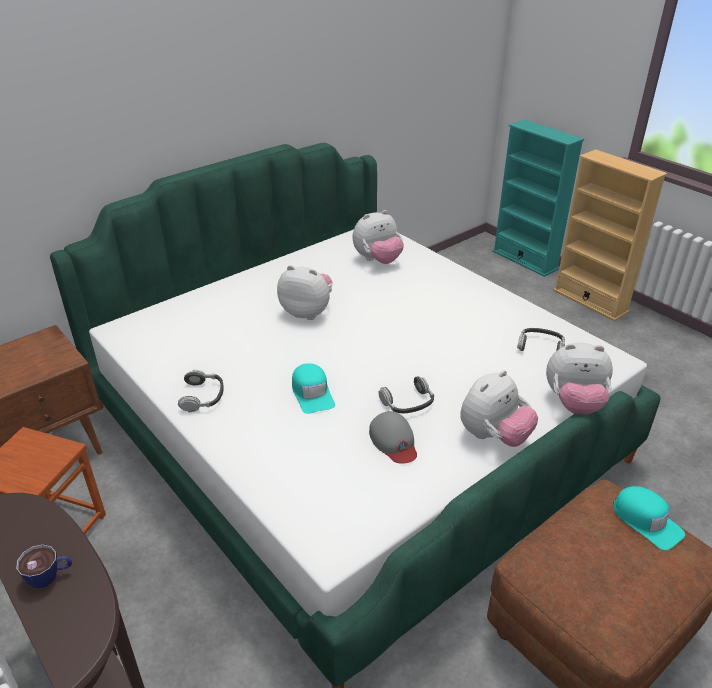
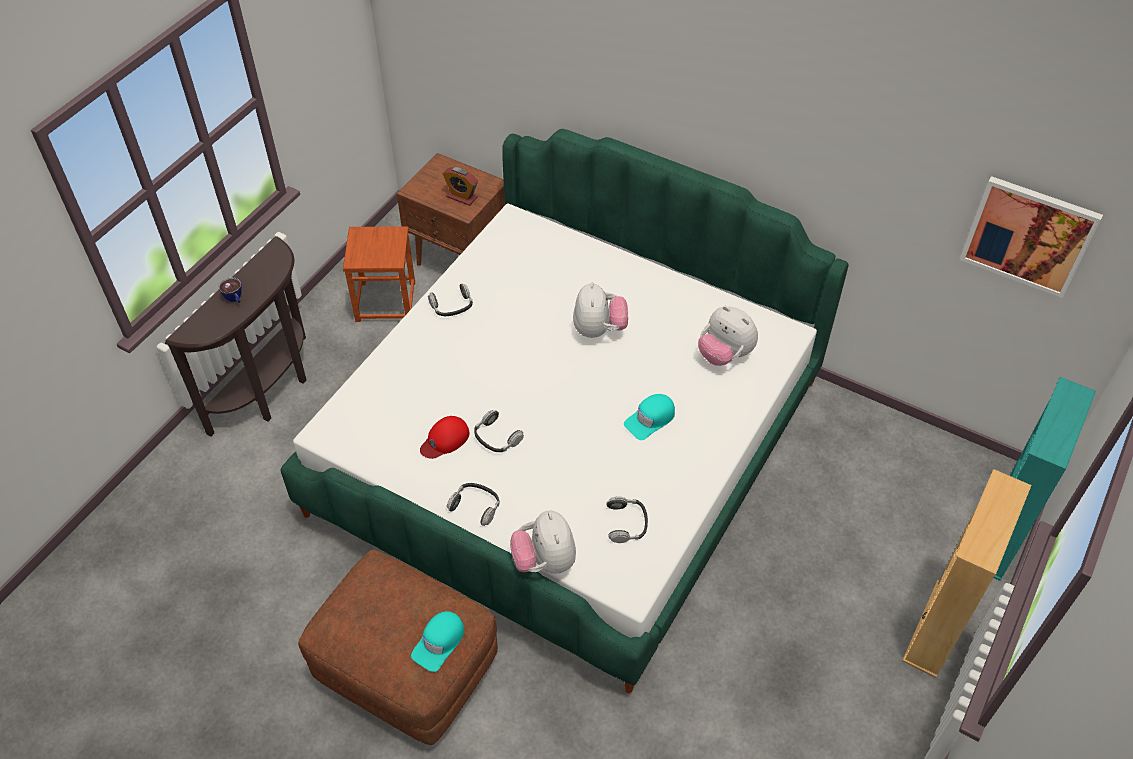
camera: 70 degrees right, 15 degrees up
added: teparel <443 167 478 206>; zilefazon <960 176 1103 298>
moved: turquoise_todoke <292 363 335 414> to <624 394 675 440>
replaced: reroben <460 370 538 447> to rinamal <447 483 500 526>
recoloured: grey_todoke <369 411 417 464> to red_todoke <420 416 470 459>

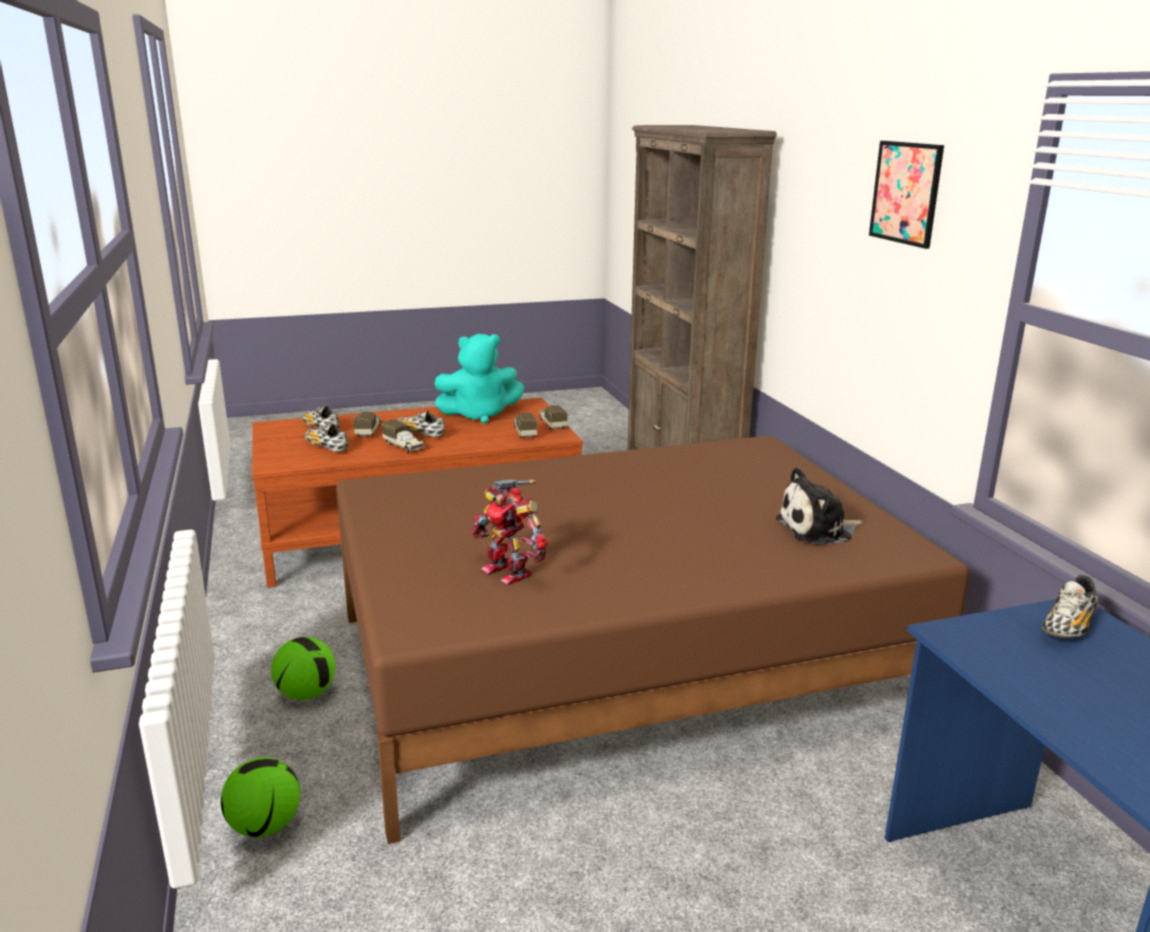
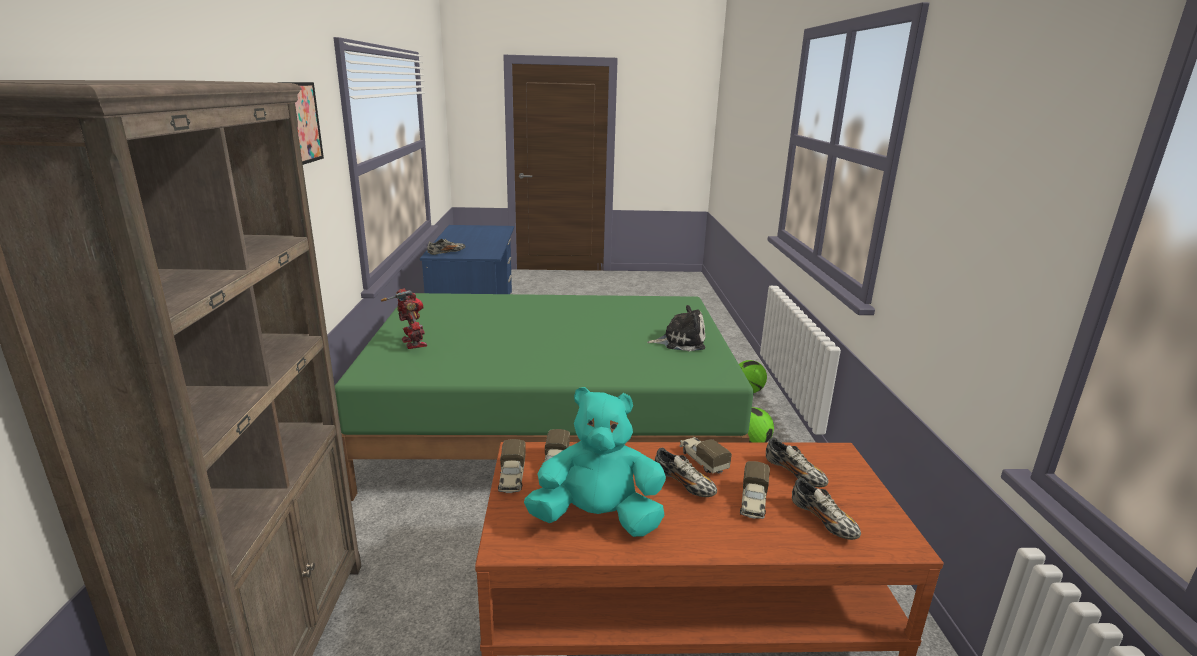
camera: 165 degrees left, 0 degrees up
moved: reroben <775 467 862 544> to <647 305 705 352>; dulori <471 479 548 585> to <381 288 427 349>
recoloured: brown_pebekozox <336 436 970 844> to green_pebekozox <335 293 754 501>

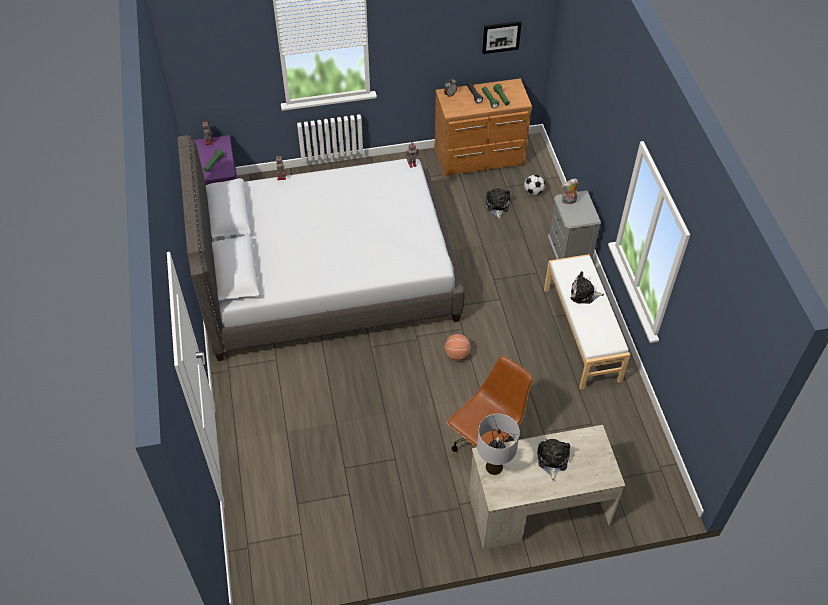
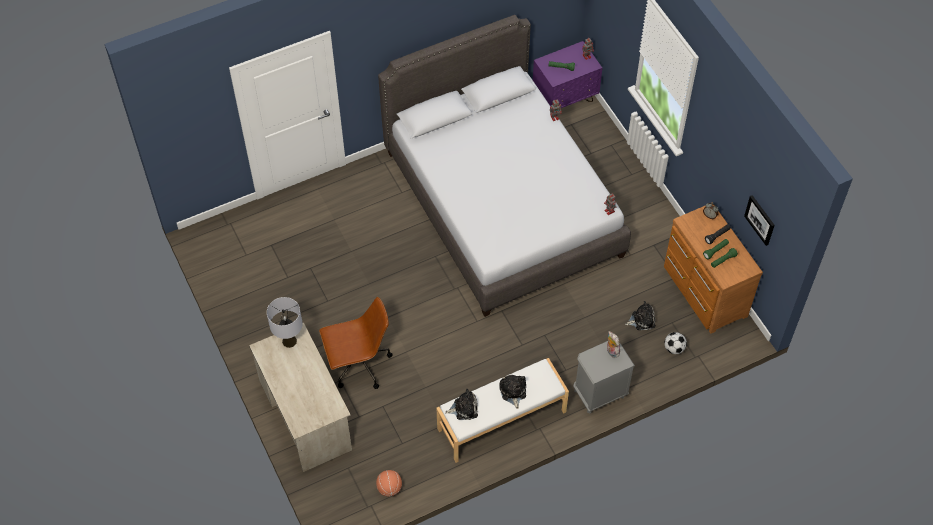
camera: 75 degrees right, 5 degrees up
moved: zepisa <445 334 471 361> to <376 470 402 497>; reroben <537 439 570 481> to <445 389 478 420>
turned: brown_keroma <447 356 533 452> = <319 297 392 389> 45 degrees counterclockwise

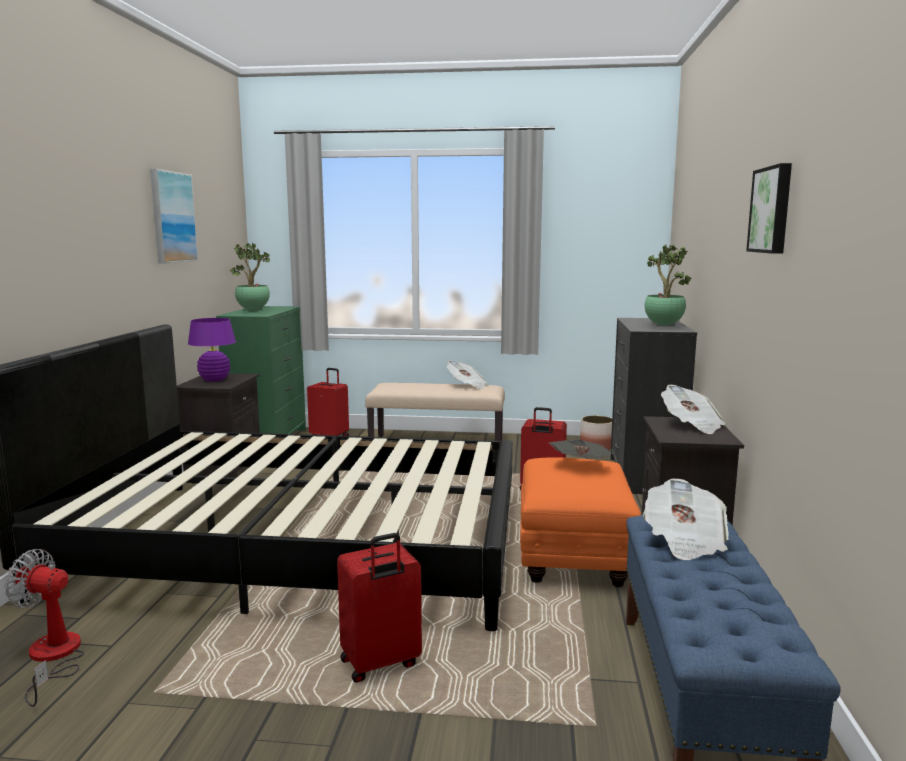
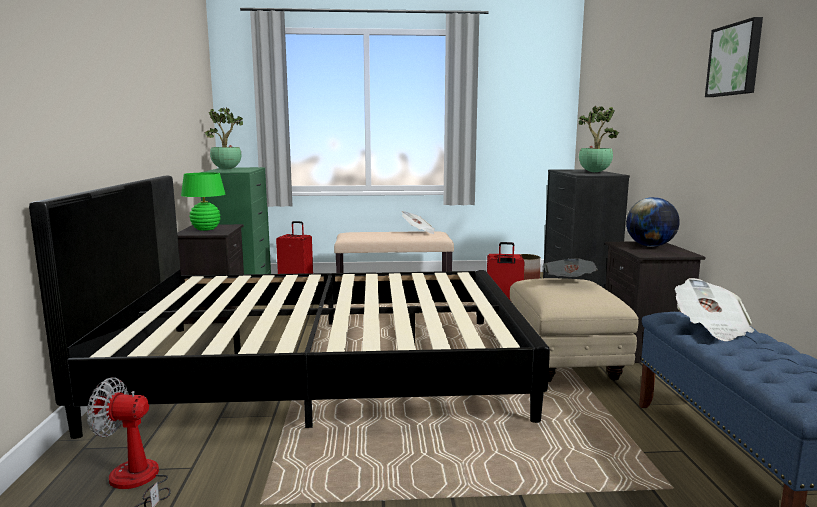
camera: 10 degrees left, 0 degrees up
removed: zilefazon <150 169 198 263>; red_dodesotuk <337 533 422 683>
replaced: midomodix <661 385 726 434> to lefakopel <626 197 680 247>
recoloured: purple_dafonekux <188 318 236 382> to green_dafonekux <181 172 225 231>; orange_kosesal <520 457 641 587> to beige_kosesal <510 278 638 382>

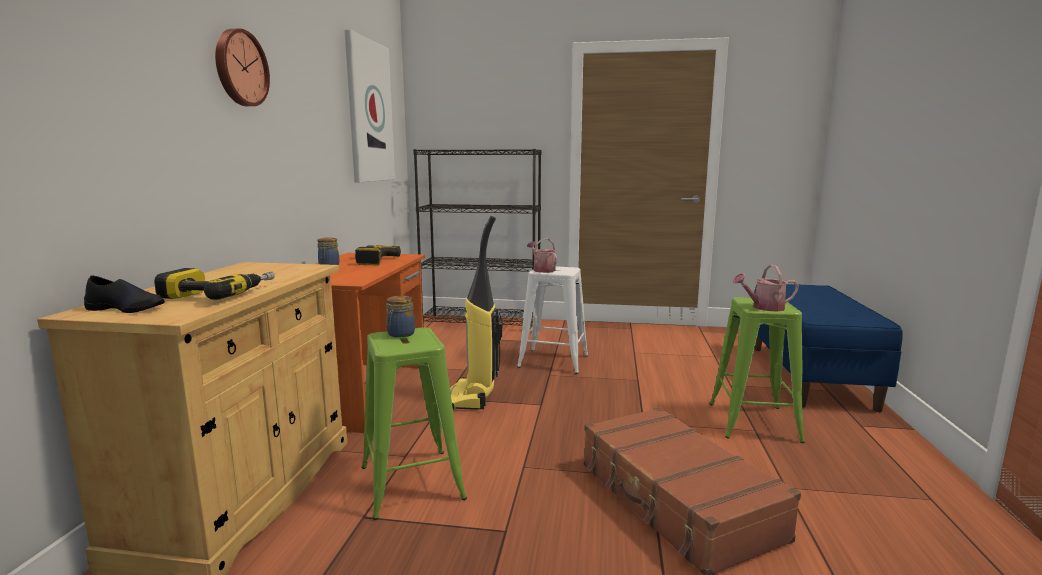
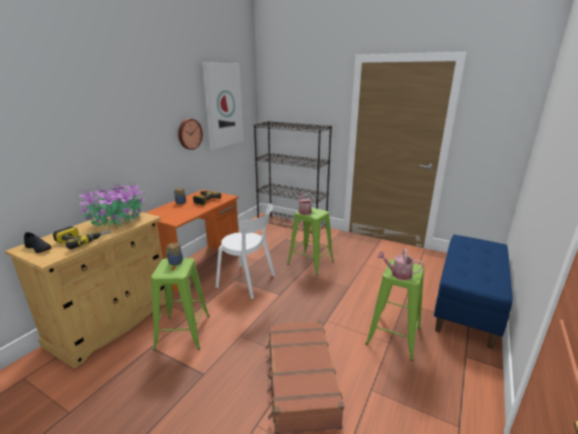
camera: 20 degrees right, 10 degrees up
added: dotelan <79 182 146 228>
moved: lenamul <215 28 270 106> to <178 119 203 150>
replaced: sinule <450 216 503 410> to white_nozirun <216 203 275 299>
recoloured: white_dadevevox <517 266 588 374> to green_dadevevox <287 207 334 276>

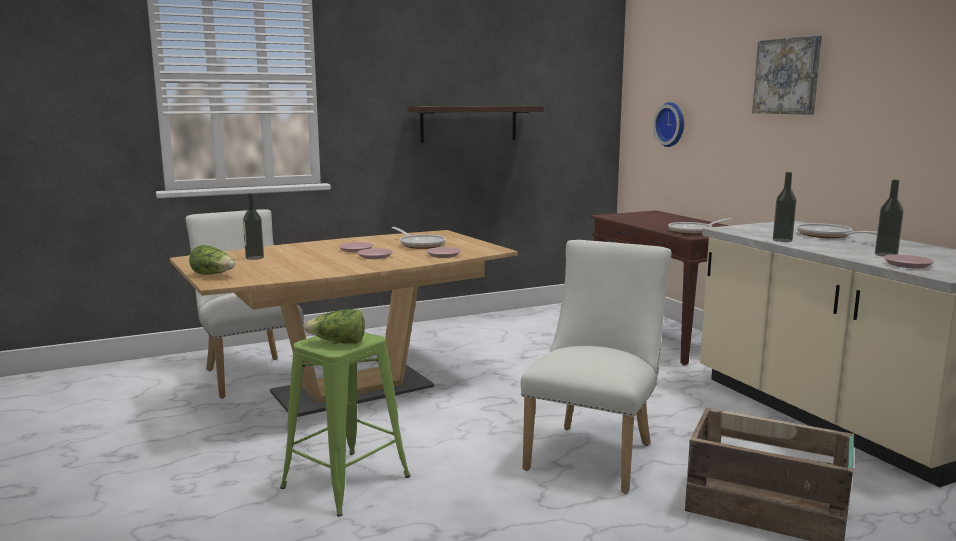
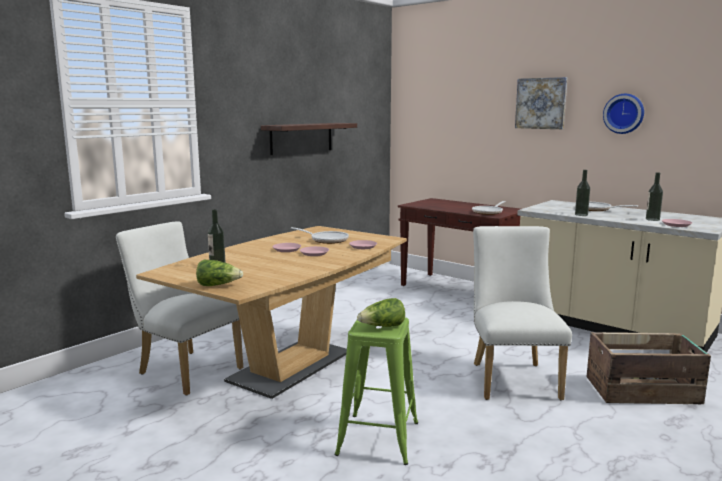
camera: 25 degrees left, 0 degrees up
moved: lenamul <653 102 684 147> to <603 94 644 134>

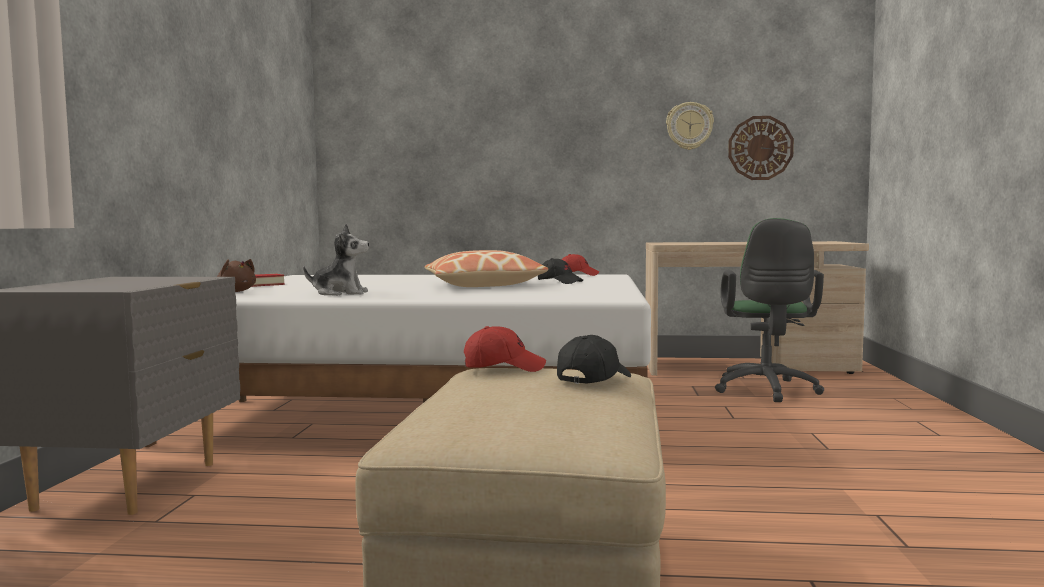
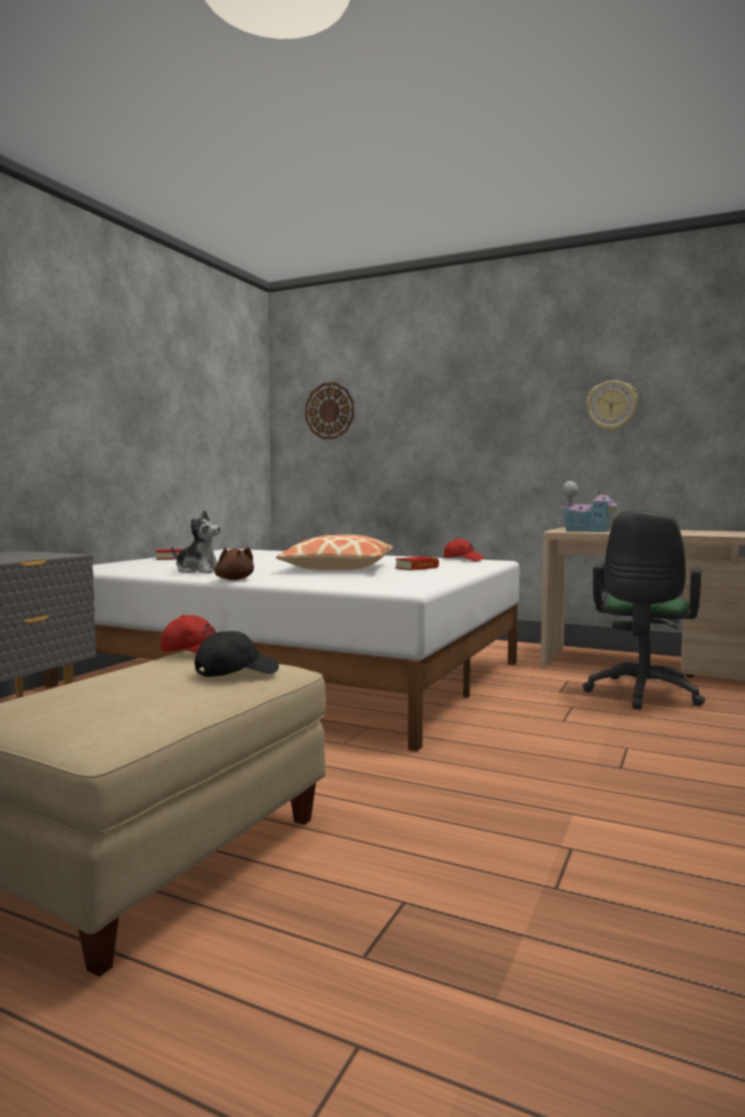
camera: 20 degrees right, 0 degrees up
added: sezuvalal <561 478 619 532>
moved: lenamul <728 116 794 180> to <305 382 354 439>; brown_reroben <217 259 256 292> to <214 547 254 580>
replaced: black_todoke <538 258 583 284> to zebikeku <396 557 439 570>

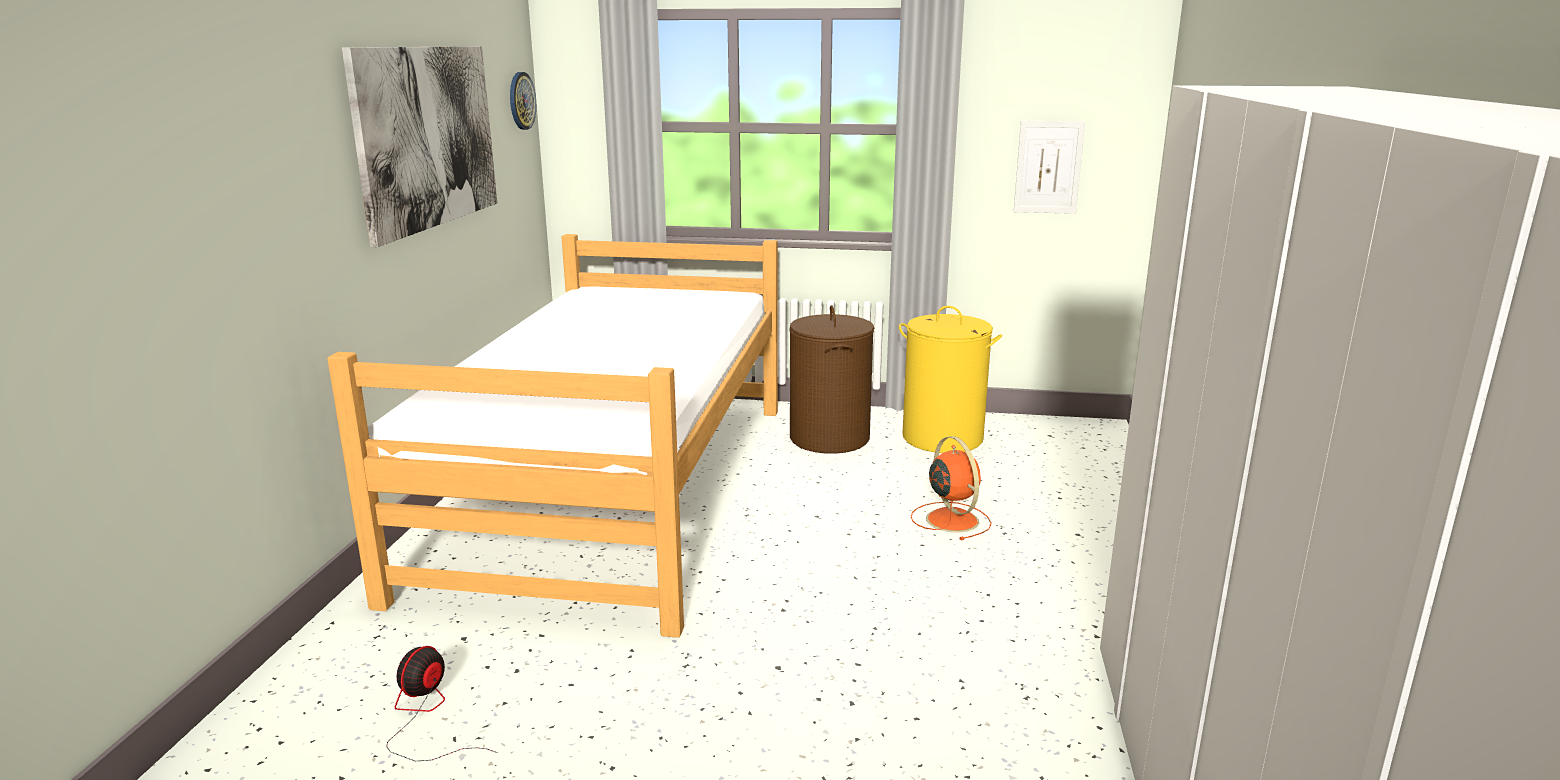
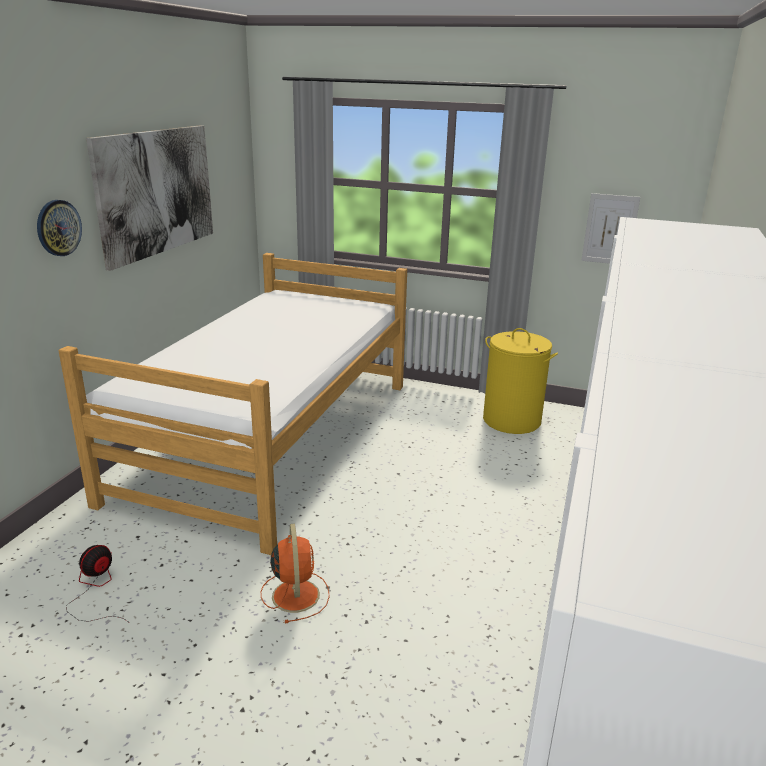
camera: 10 degrees right, 5 degrees up
removed: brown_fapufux <789 305 875 454>
moved: lenamul <510 72 536 130> to <37 200 82 256>; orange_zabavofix <911 436 992 540> to <261 524 330 623>

